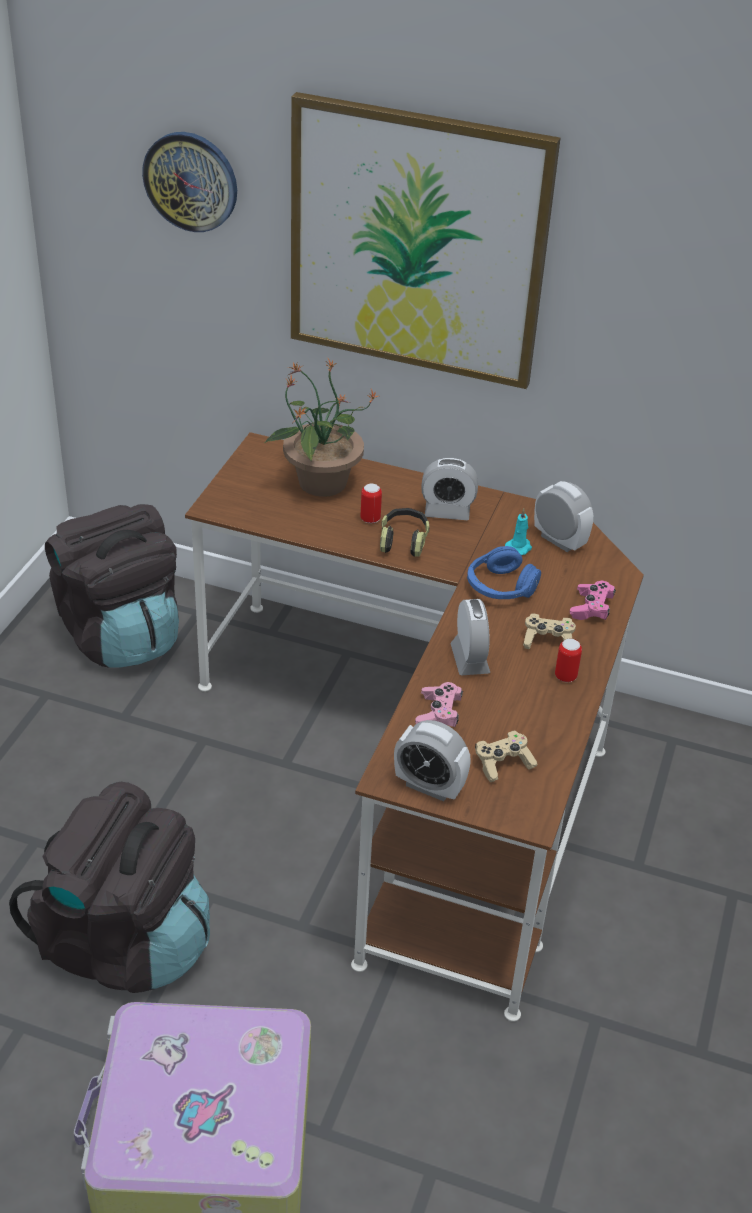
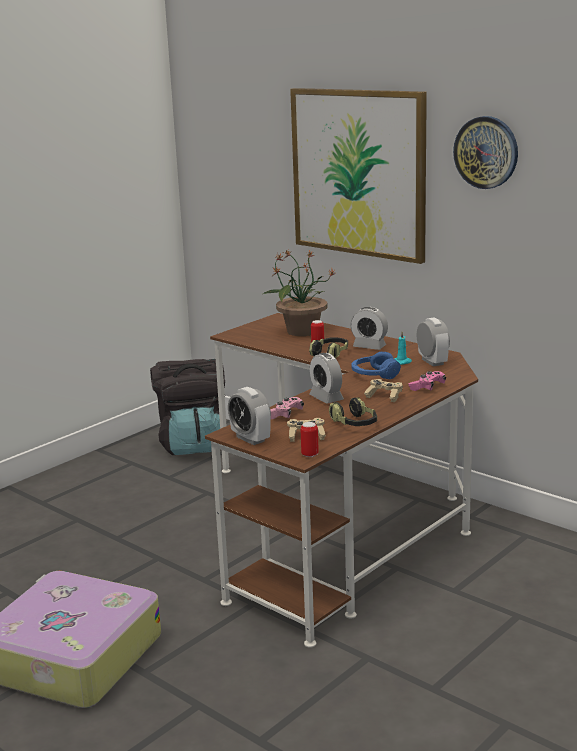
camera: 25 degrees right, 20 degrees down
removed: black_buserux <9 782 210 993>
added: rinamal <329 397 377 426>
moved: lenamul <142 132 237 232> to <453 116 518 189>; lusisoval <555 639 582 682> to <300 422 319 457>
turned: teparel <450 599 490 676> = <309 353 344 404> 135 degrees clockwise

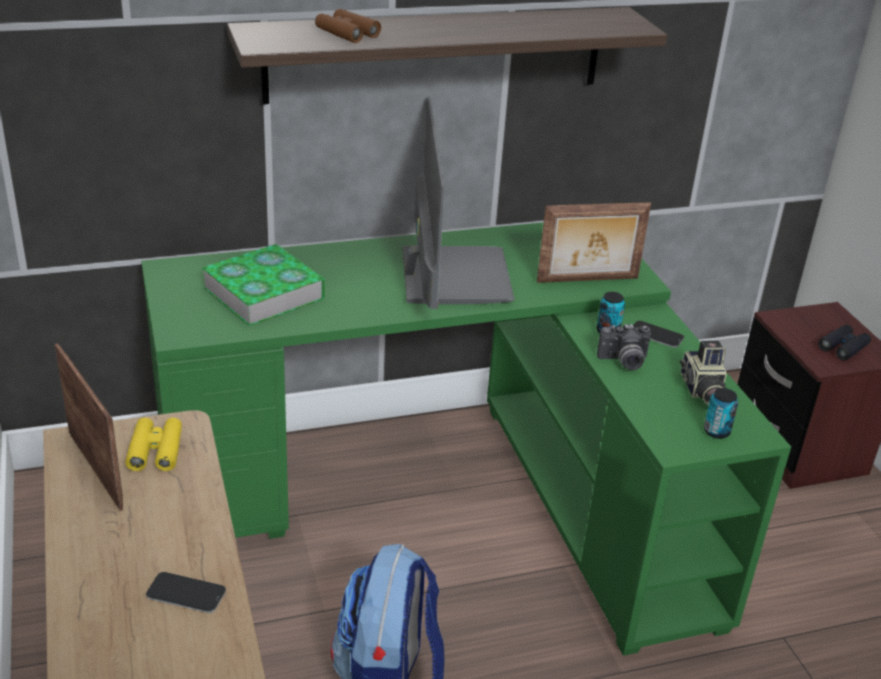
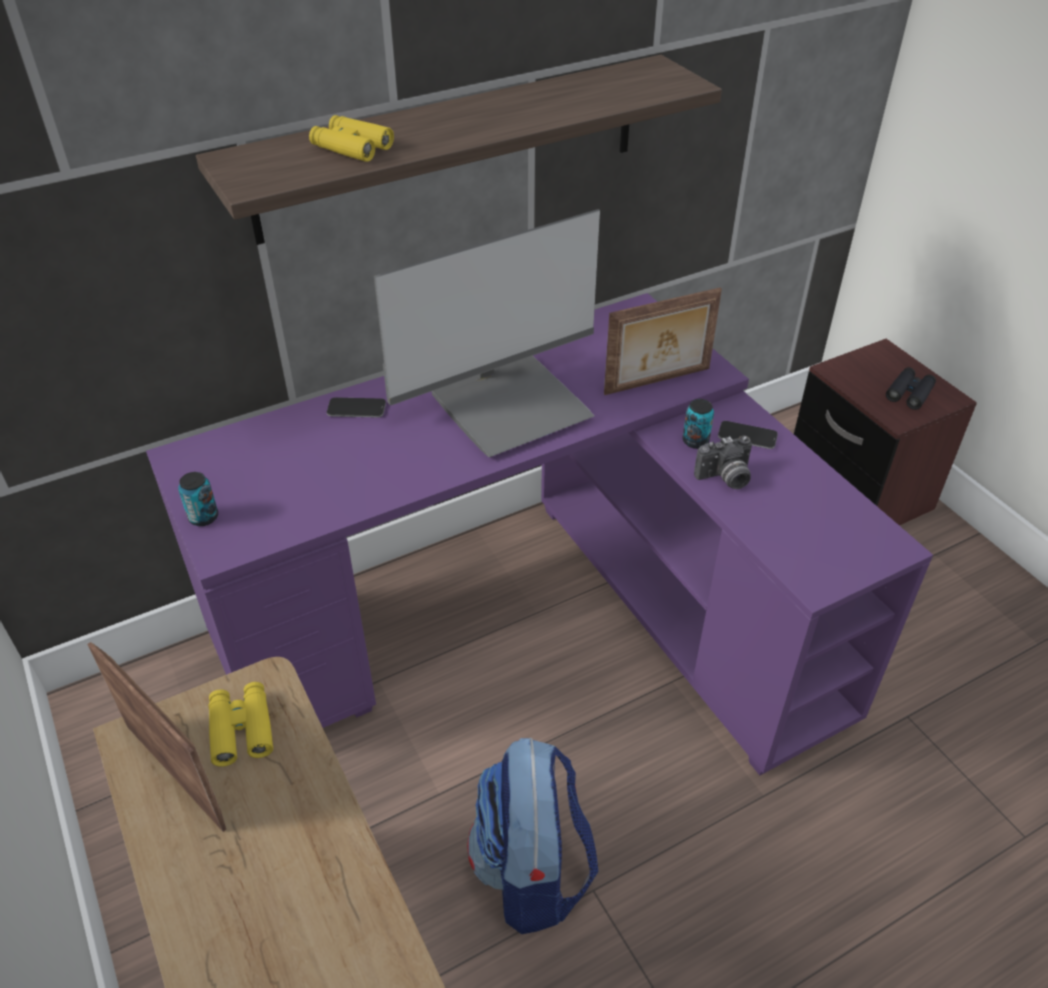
camera: 10 degrees left, 10 degrees up
removed: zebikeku <202 244 325 326>; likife <680 340 727 405>
moved: lusisoval <704 388 738 439> to <178 472 218 526>; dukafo <146 572 226 613> to <327 397 386 417>
recoloured: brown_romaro <315 9 381 43> to yellow_romaro <309 115 394 162>; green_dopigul <141 222 791 656> to purple_dopigul <146 293 933 775>
turned: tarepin <403 97 515 309> = <374 209 600 457> 75 degrees clockwise

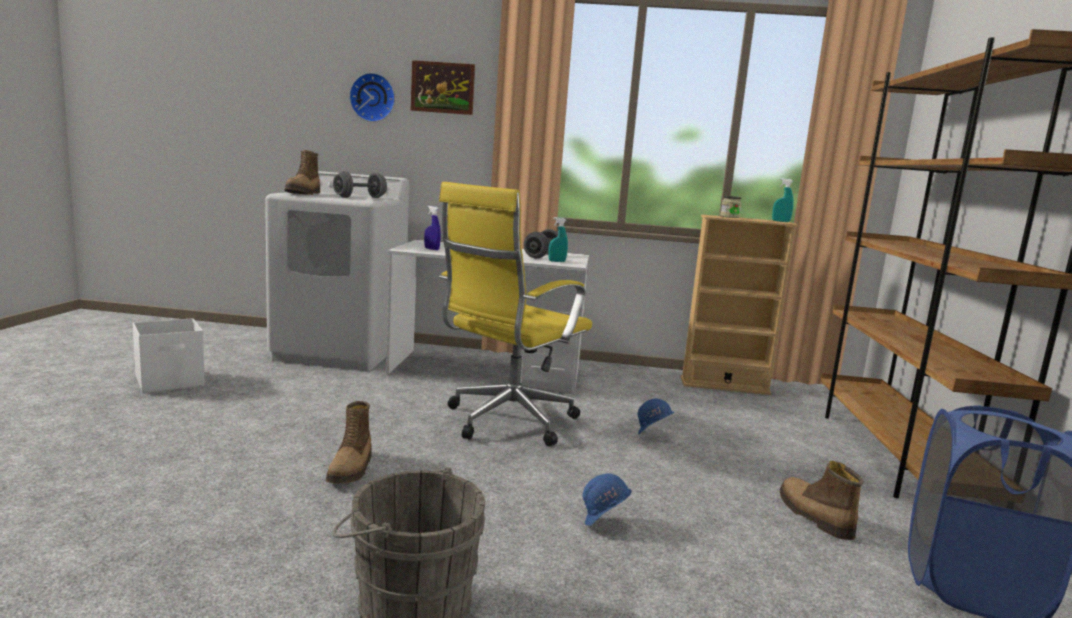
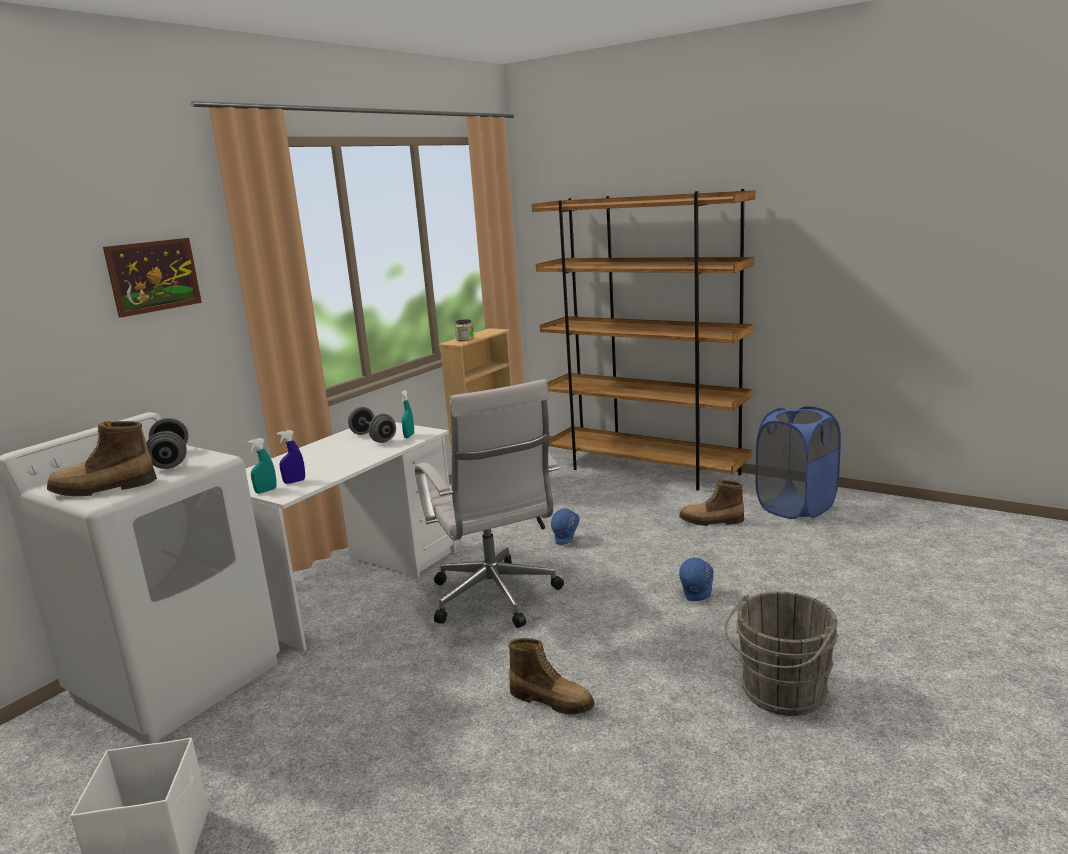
camera: 60 degrees left, 5 degrees up
removed: lenamul <349 73 395 122>
moved: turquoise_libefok <772 178 794 222> to <248 438 277 494>
recoloured: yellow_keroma <439 182 592 446> to white_keroma <415 379 564 628>
turned: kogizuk <285 150 320 195> = <47 421 157 496> 135 degrees clockwise

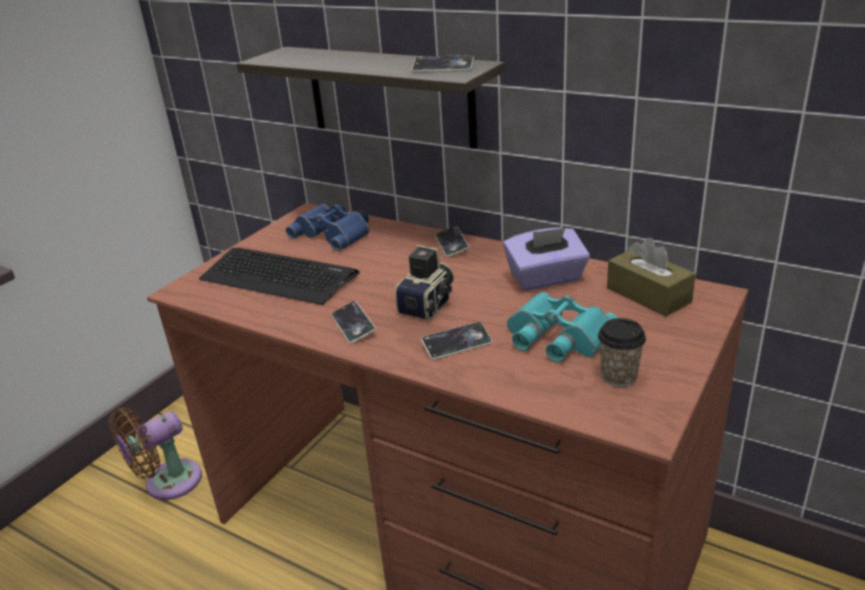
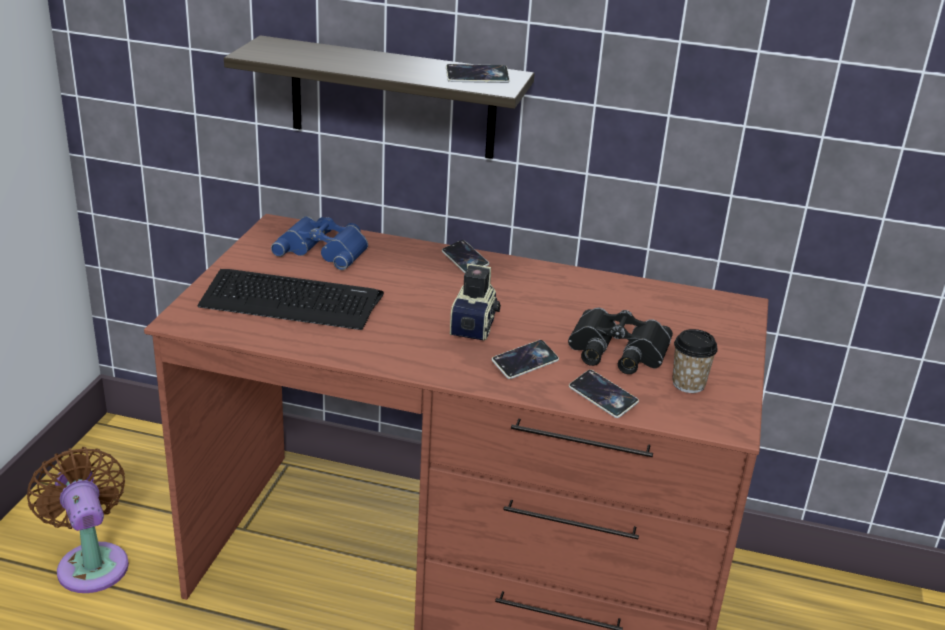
camera: 20 degrees left, 0 degrees up
removed: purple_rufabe <503 227 590 291>; brown_rufabe <607 238 696 317>
moved: dukafo <331 301 376 344> to <569 370 639 418>
recoloured: turquoise_romaro <507 292 618 362> to black_romaro <568 308 673 374>
turned: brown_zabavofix <109 407 202 500> = <27 447 129 593> 120 degrees clockwise

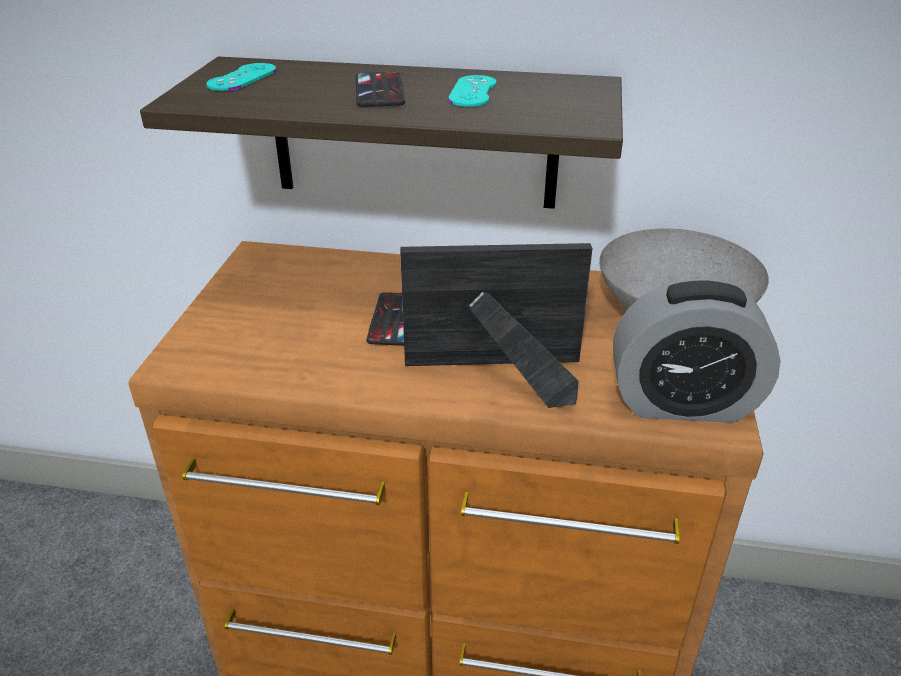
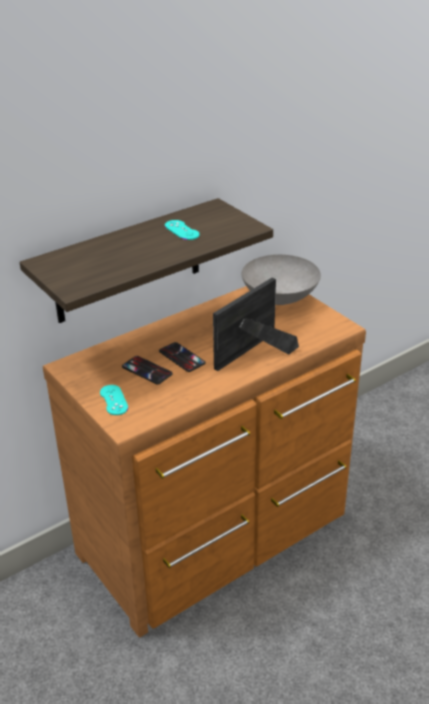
camera: 45 degrees left, 0 degrees up
removed: teparel <613 278 781 423>
moved: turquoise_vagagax <206 63 277 91> to <100 385 128 415>; dukafo <356 72 405 107> to <122 356 173 385>

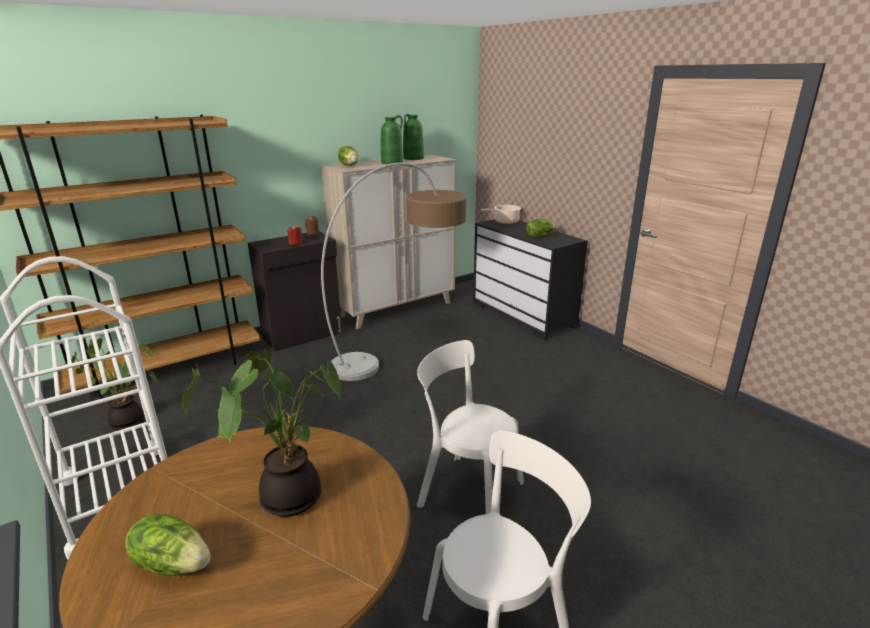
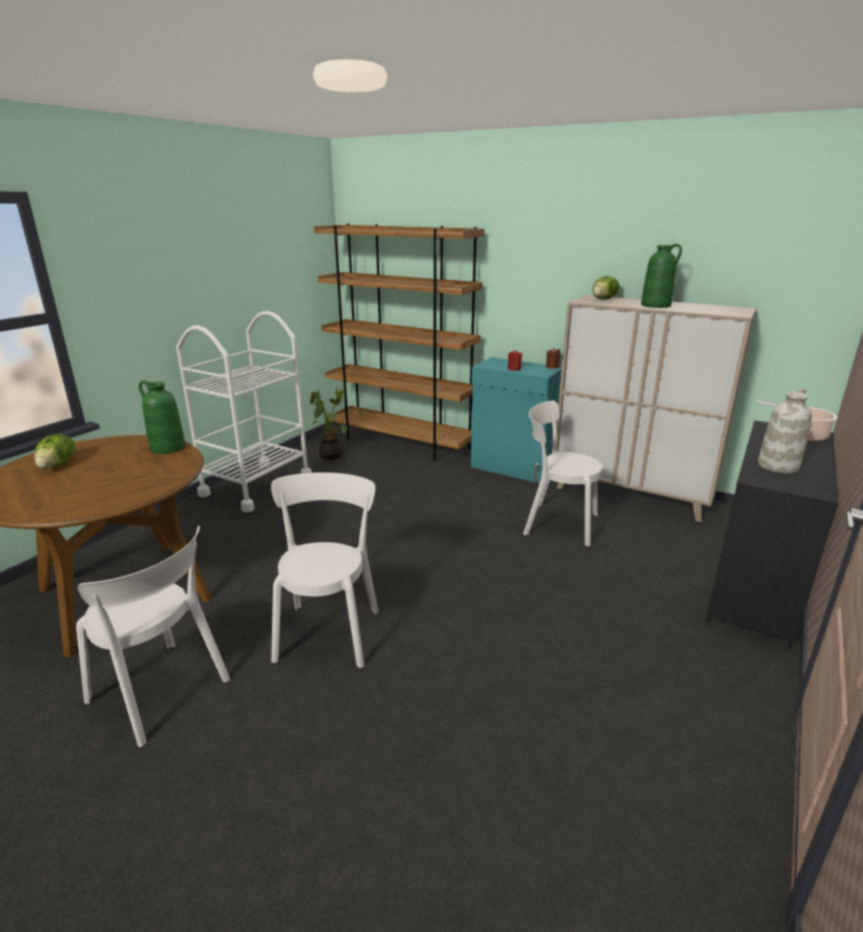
camera: 65 degrees right, 0 degrees up
removed: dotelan <182 350 341 517>
moved: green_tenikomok <403 114 424 160> to <139 380 185 454>
replaced: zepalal <321 163 466 381> to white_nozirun <523 400 602 546>; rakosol <526 219 556 238> to white_tenikomok <758 389 812 473>
recoloured: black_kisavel <248 231 342 352> to turquoise_kisavel <471 357 562 483>

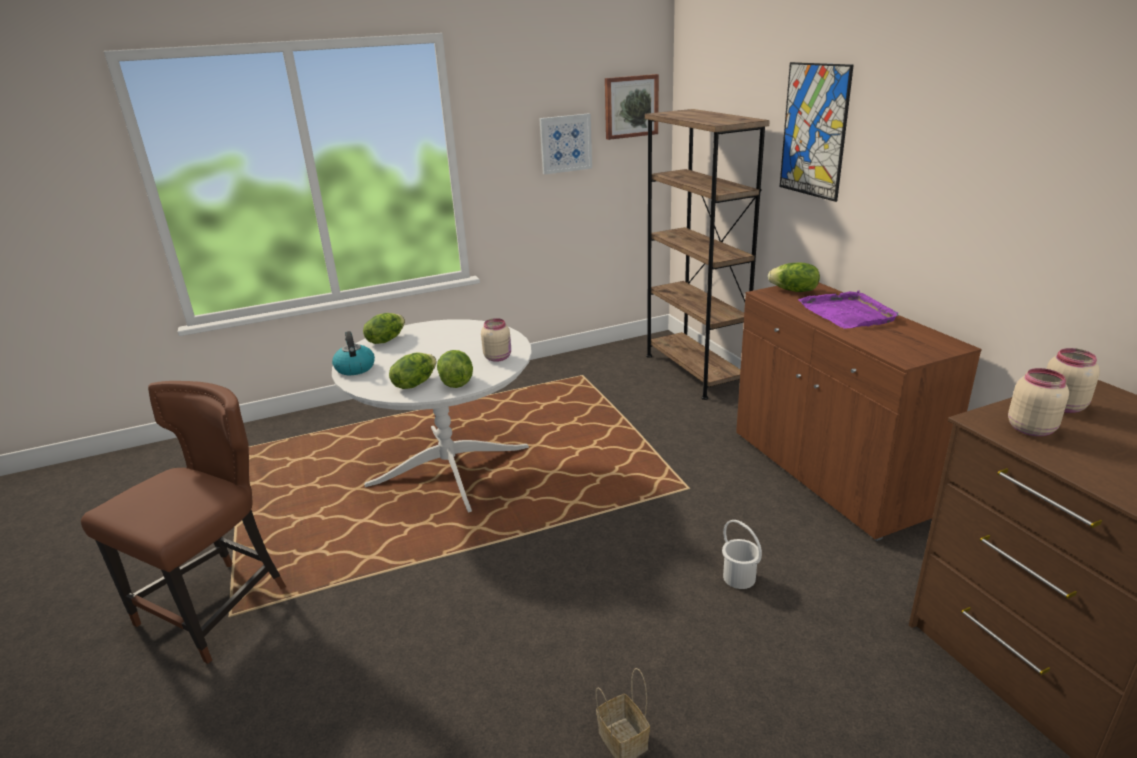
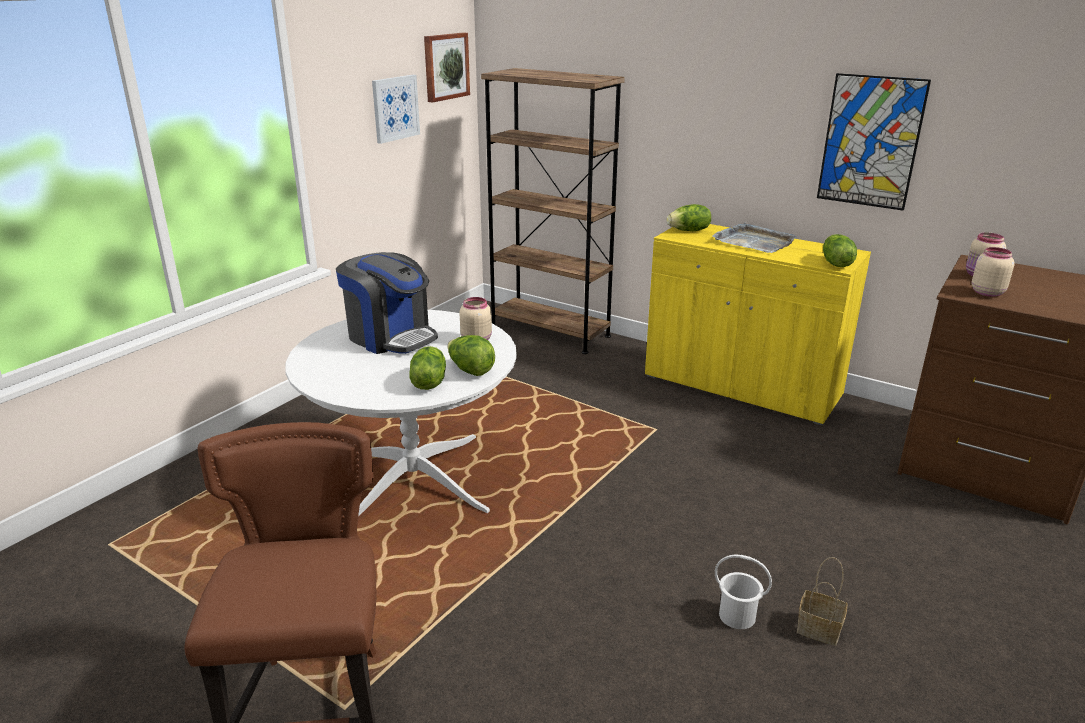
camera: 35 degrees left, 0 degrees up
removed: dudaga <332 331 375 375>
added: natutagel <336 252 438 354>
moved: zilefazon <780 62 854 202> to <817 73 931 211>; rakosol <363 313 405 344> to <823 234 857 267>; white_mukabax <722 520 762 589> to <715 554 772 629>
recoloured: brown_kisavel <736 283 982 541> to yellow_kisavel <645 224 871 425>; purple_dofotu <798 291 899 329> to grey_dofotu <712 222 796 253>

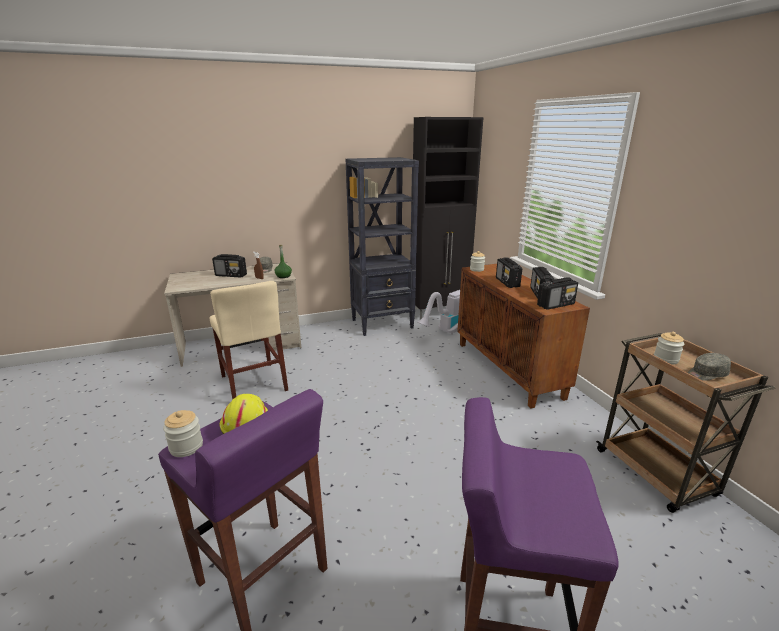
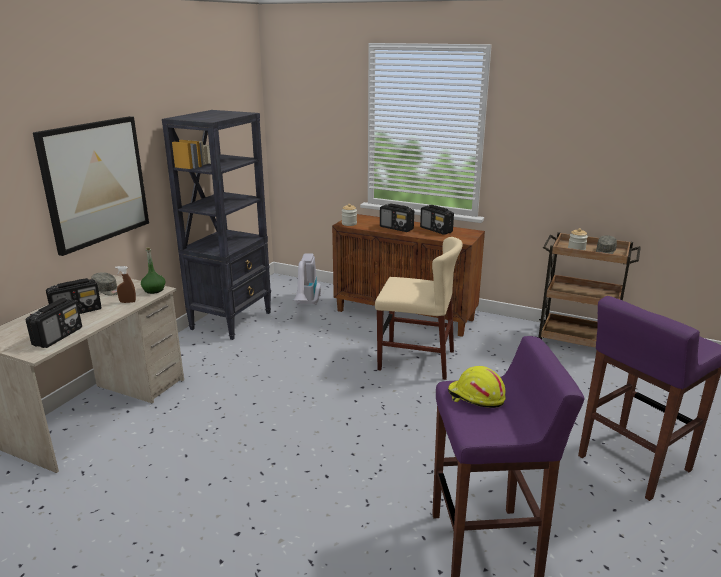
camera: 45 degrees left, 0 degrees up
removed: black_kisavel <413 117 484 320>; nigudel <163 410 203 457>
added: zilefazon <33 116 149 256>
moved: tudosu <537 277 578 310> to <26 298 82 348>; beige_nozirun <210 281 288 400> to <375 237 463 380>

